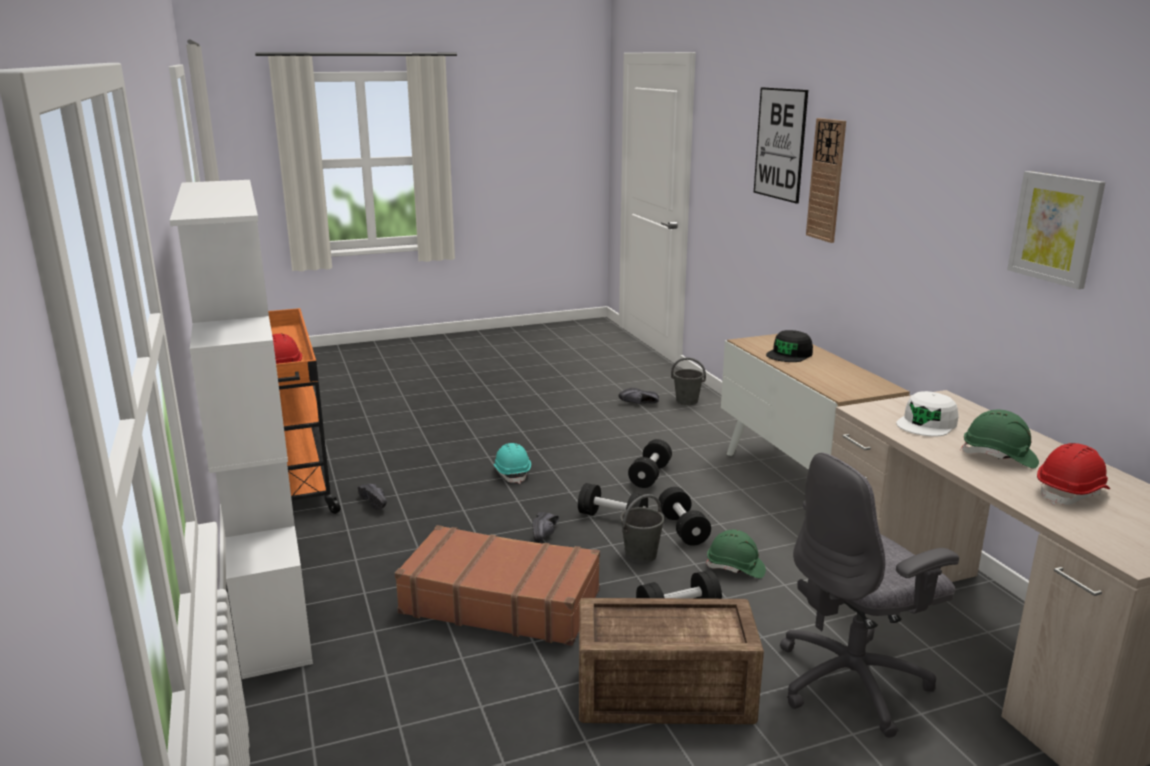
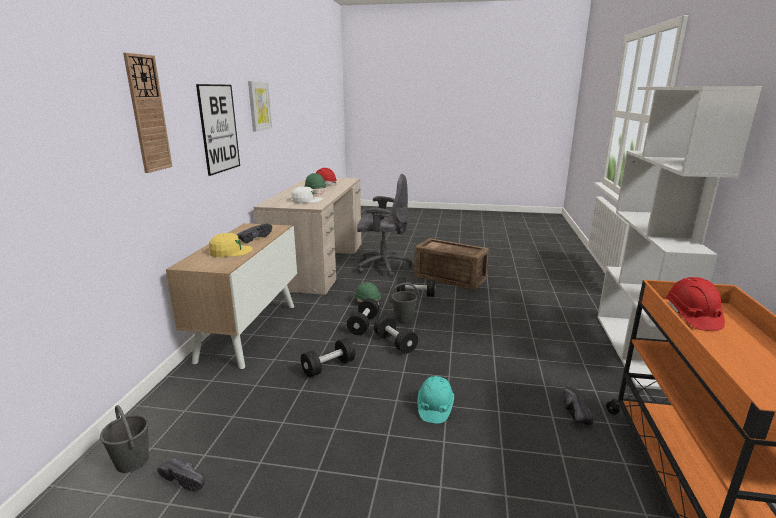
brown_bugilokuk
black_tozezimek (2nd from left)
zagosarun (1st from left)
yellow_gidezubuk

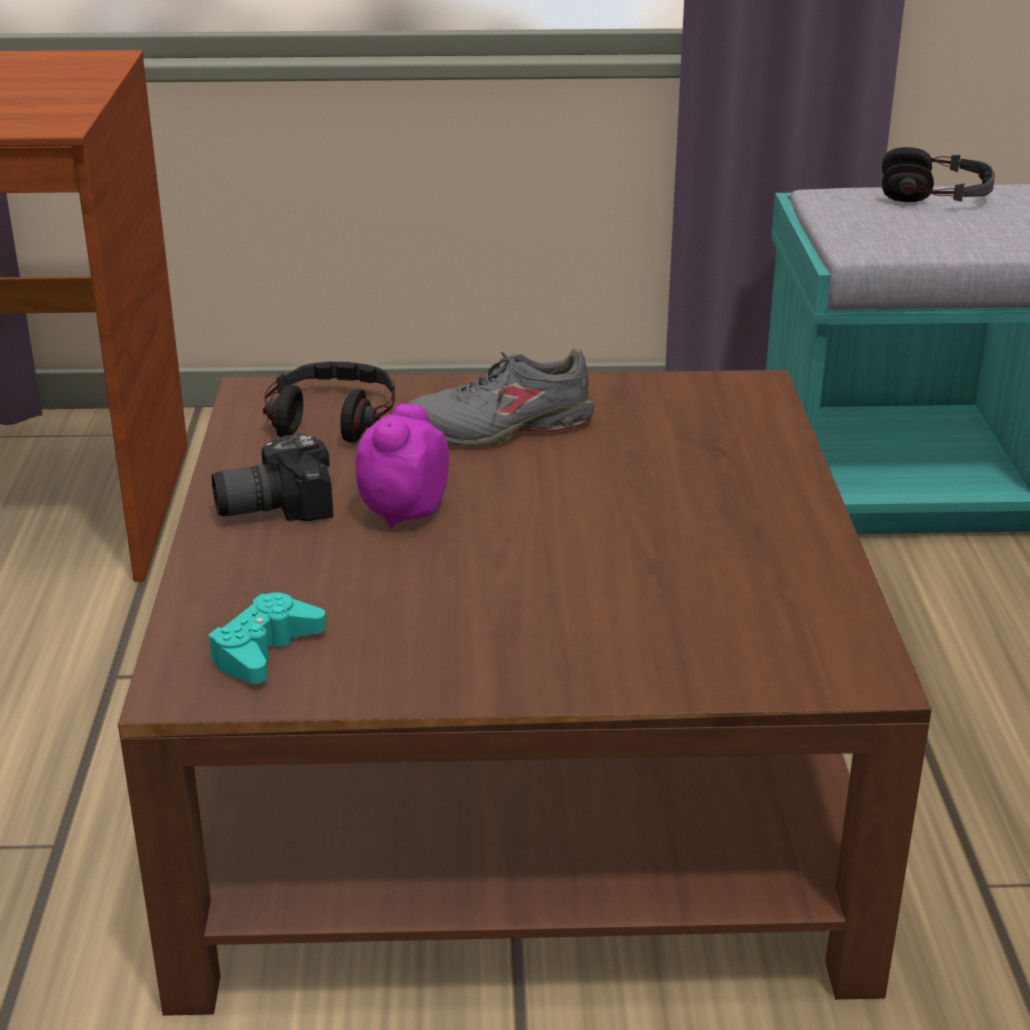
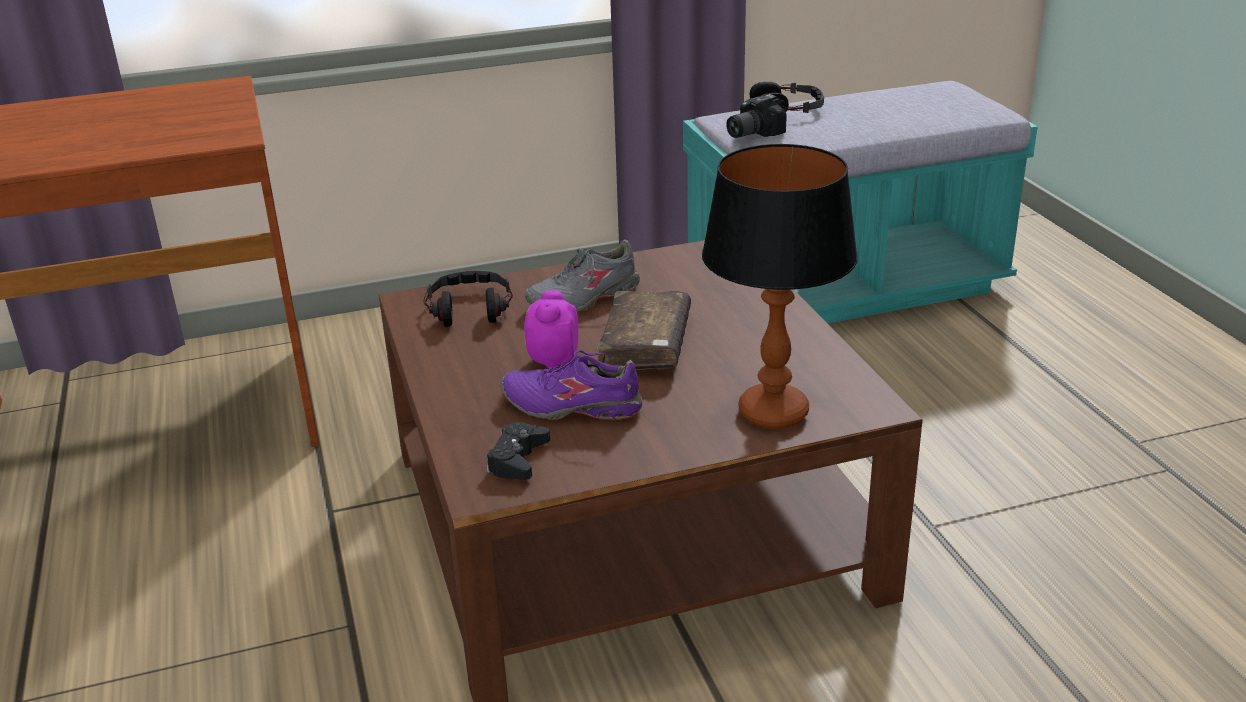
purple_tozezimek
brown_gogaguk
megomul
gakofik
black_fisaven

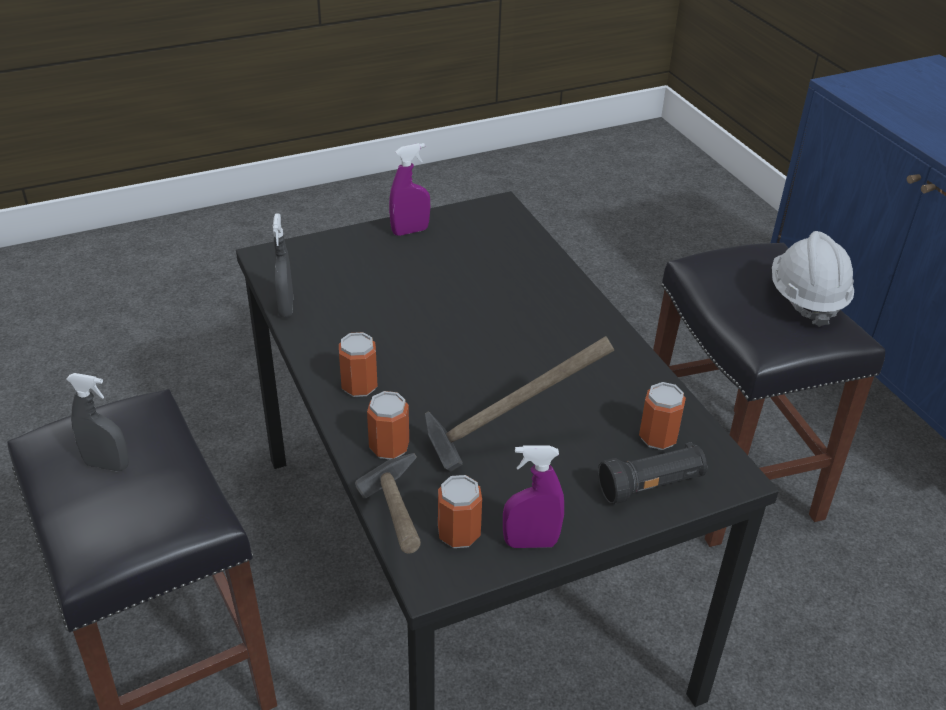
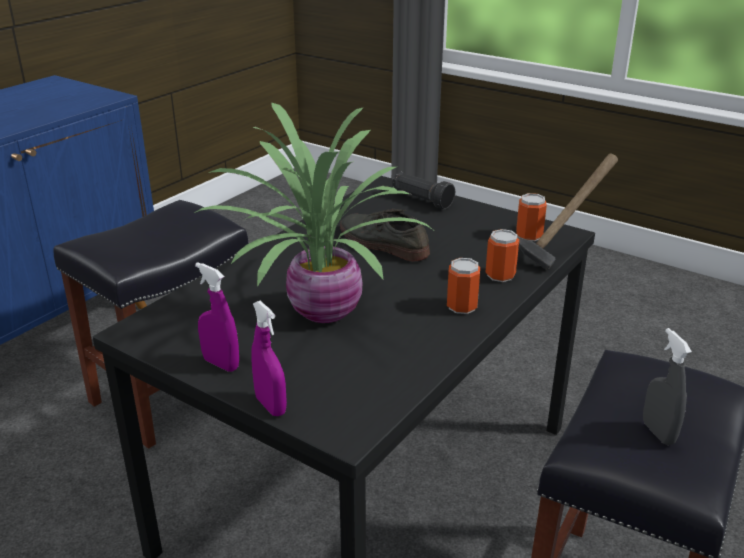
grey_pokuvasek (2nd from left in the first image)
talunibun (2nd from left in the first image)
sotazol (4th from left in the first image)
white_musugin
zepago
grey_tozezimek
purple_pokuvasek (2nd from left)

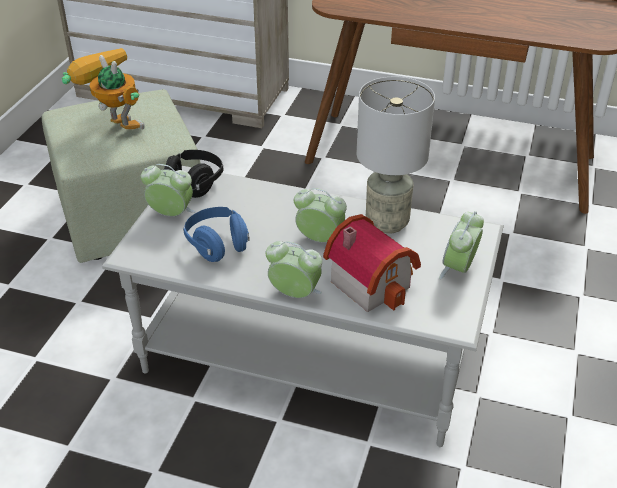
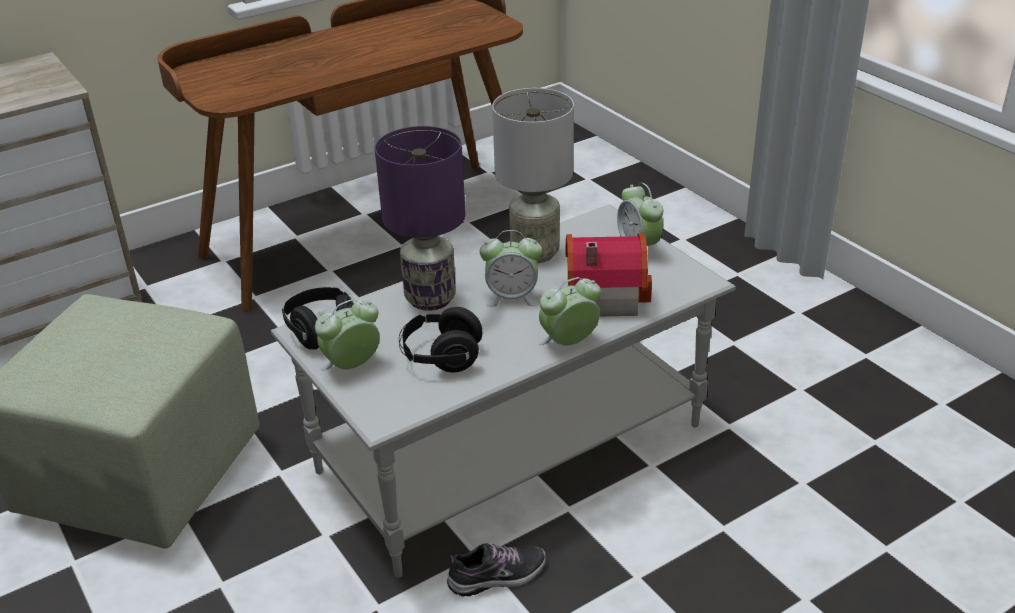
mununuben
purple_megomul
tozezimek
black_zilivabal (2nd from left)
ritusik (2nd from left)

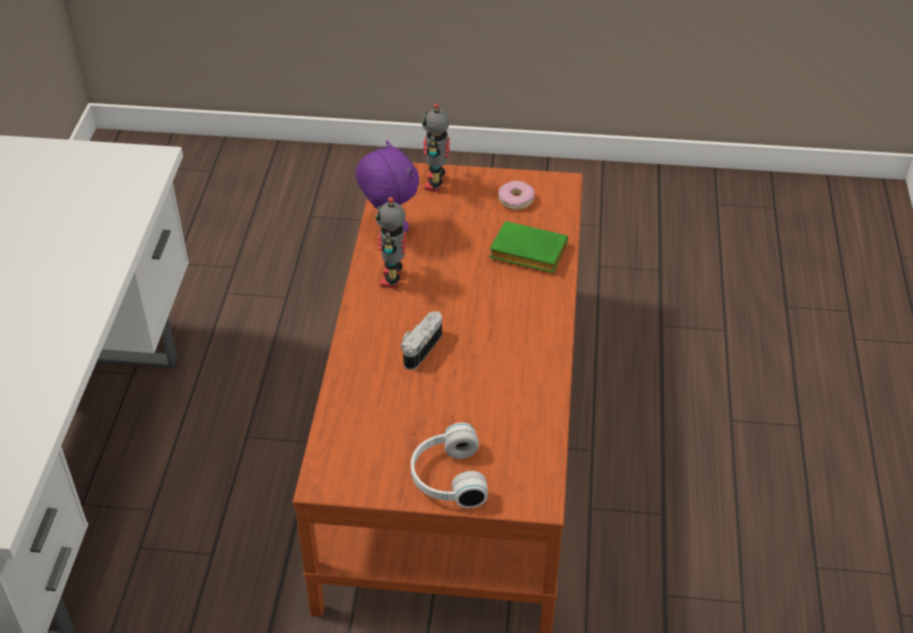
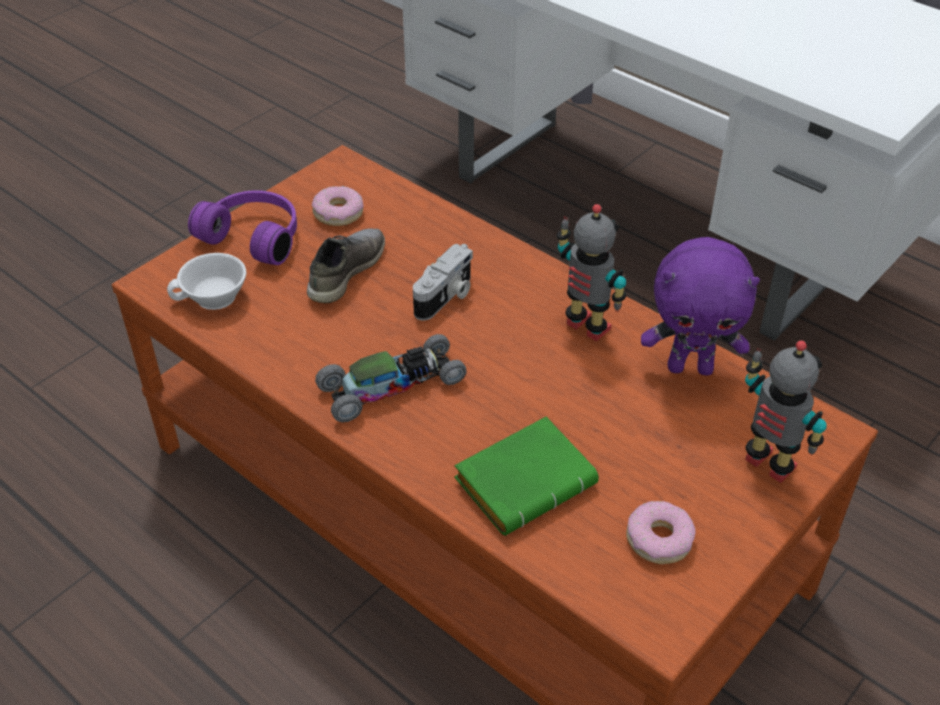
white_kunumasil
grey_tozezimek
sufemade (1st from left)
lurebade
purple_zilivabal
gakofik

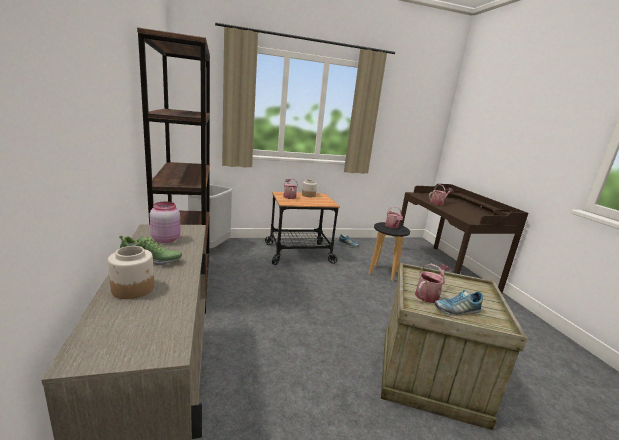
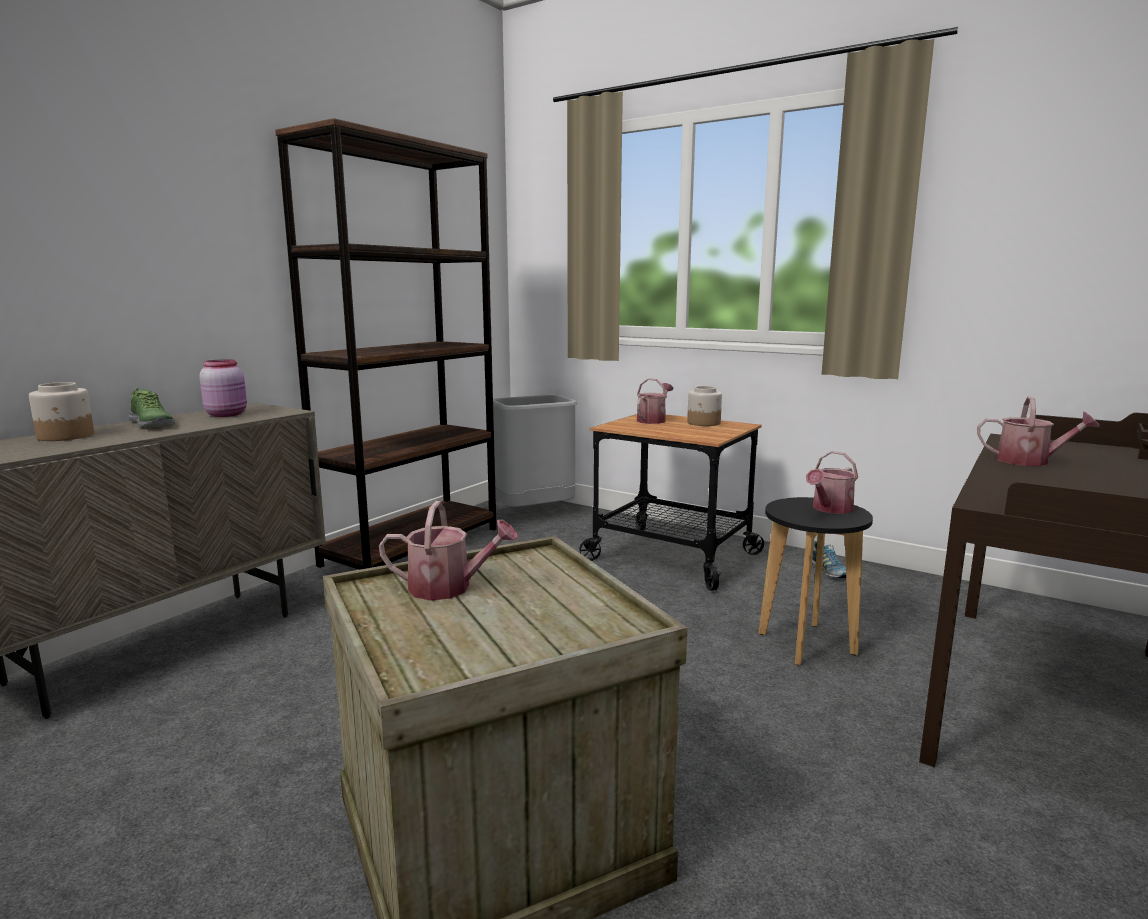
tozezimek (3rd from left in the first image)

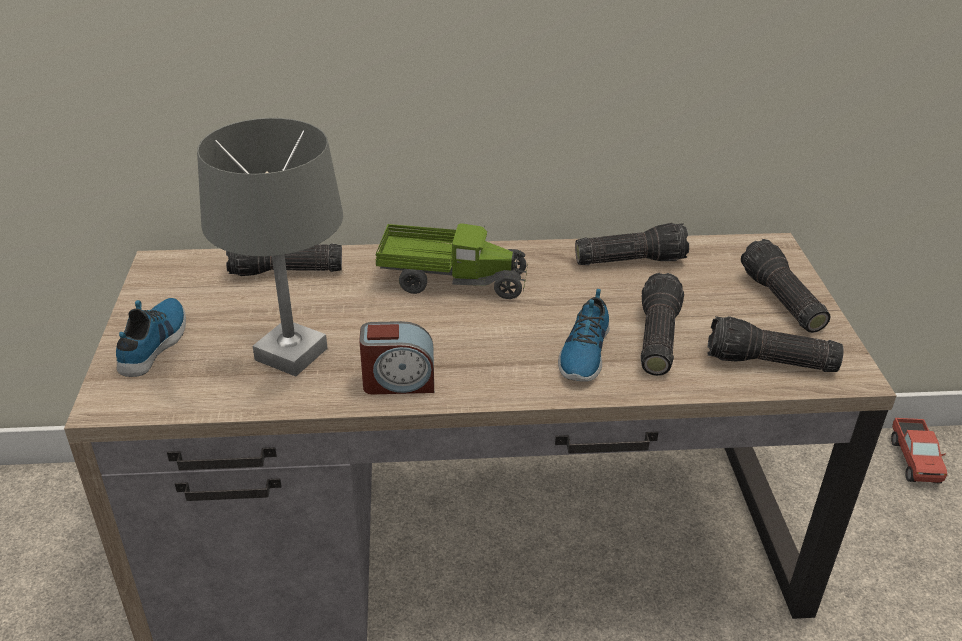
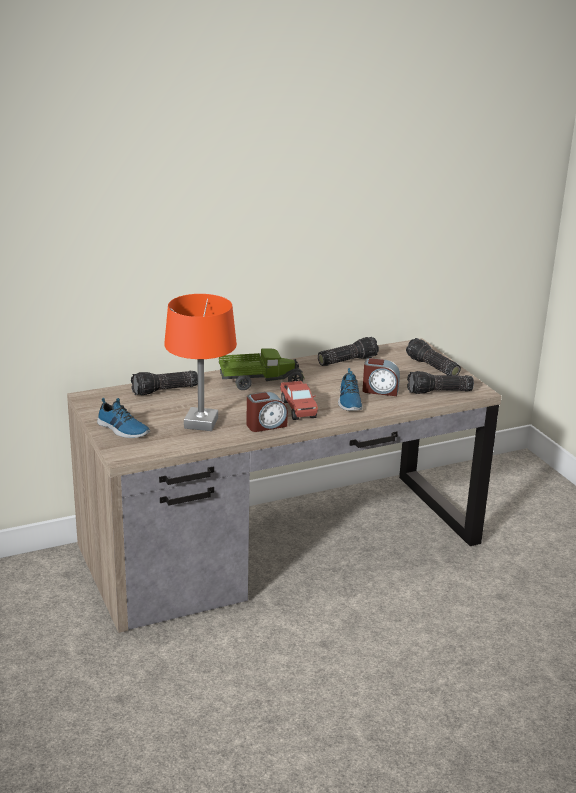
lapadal (2nd from left)
ritusik (2nd from left)
orange_megomul
tozezimek (1st from left)

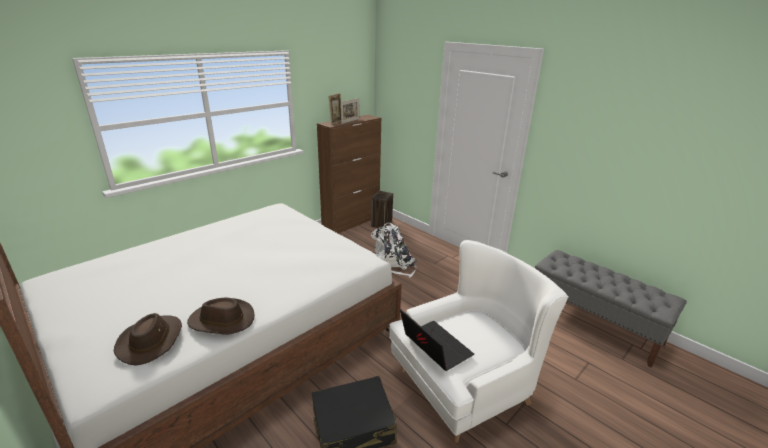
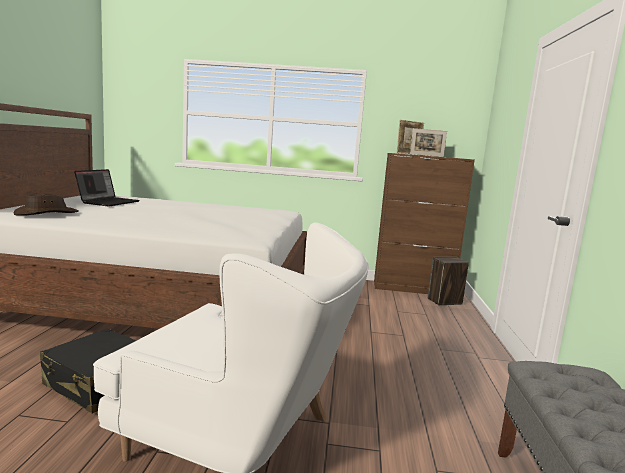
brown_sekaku (2nd from left in the first image)
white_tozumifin
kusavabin

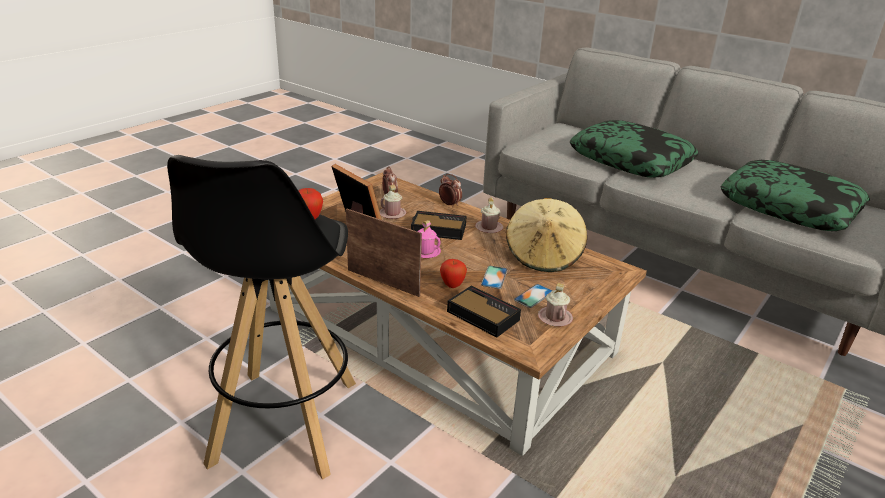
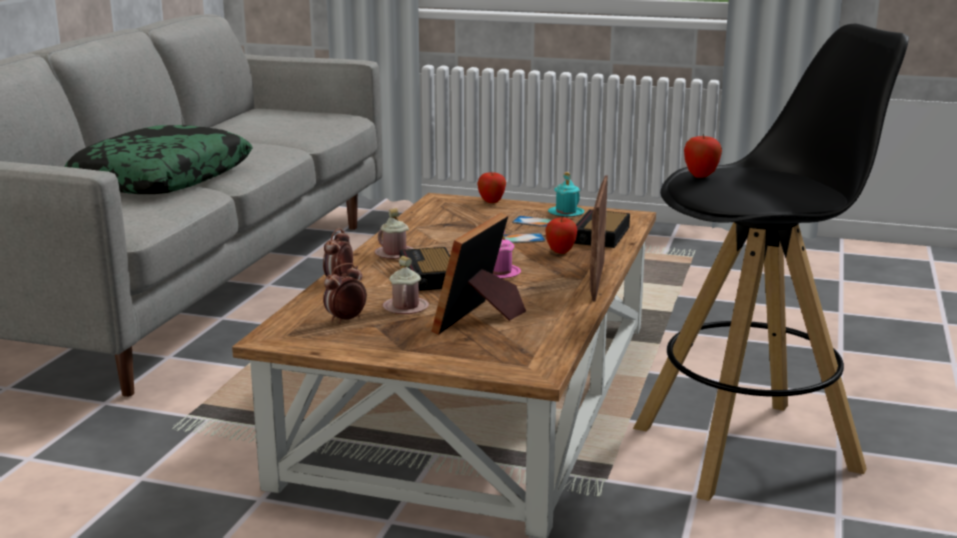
beige_sekaku
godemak (2nd from left in the first image)
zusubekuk (1st from left)
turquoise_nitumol

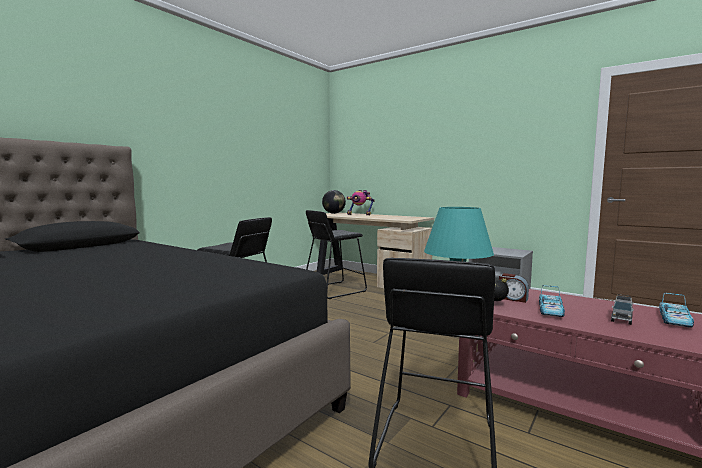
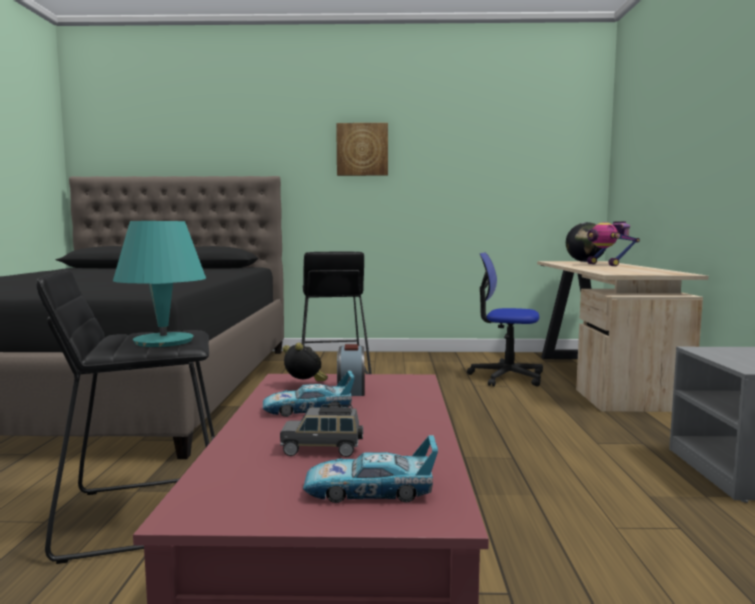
zagosarun
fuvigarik

